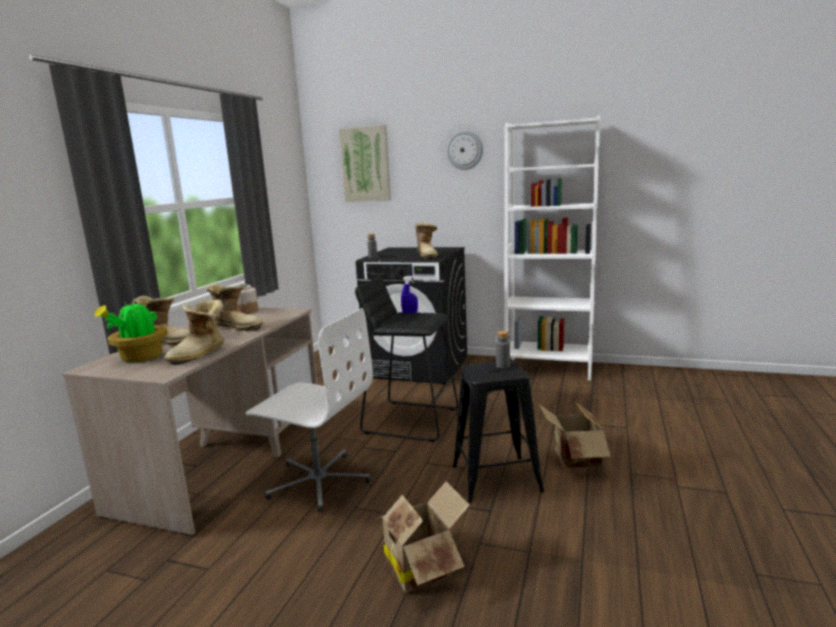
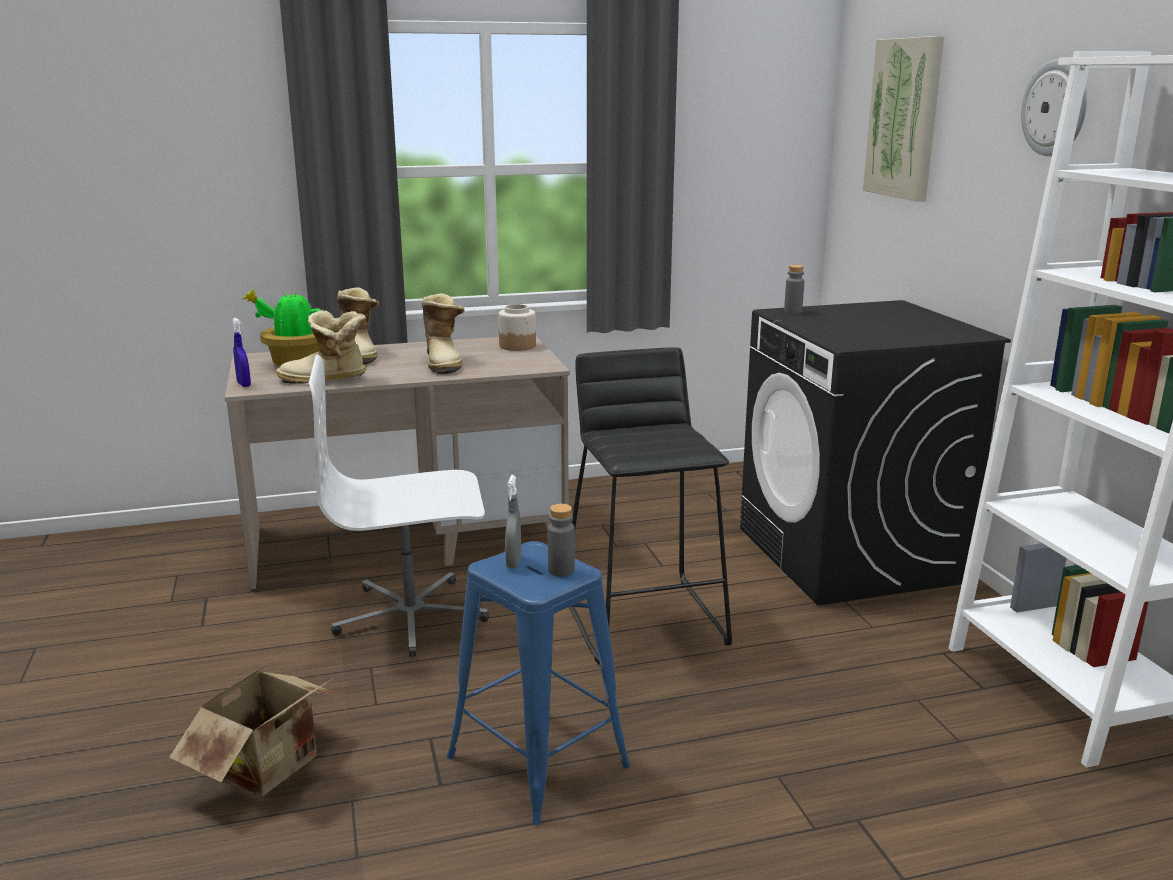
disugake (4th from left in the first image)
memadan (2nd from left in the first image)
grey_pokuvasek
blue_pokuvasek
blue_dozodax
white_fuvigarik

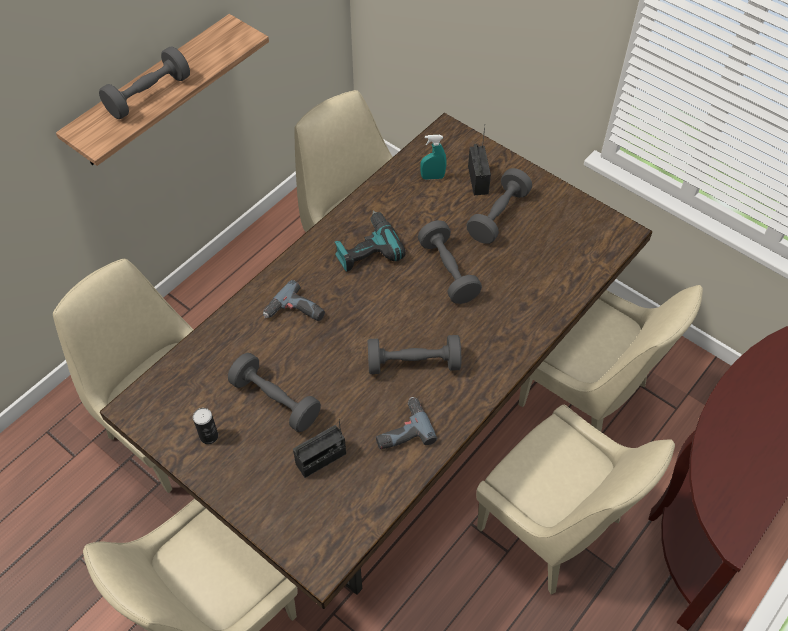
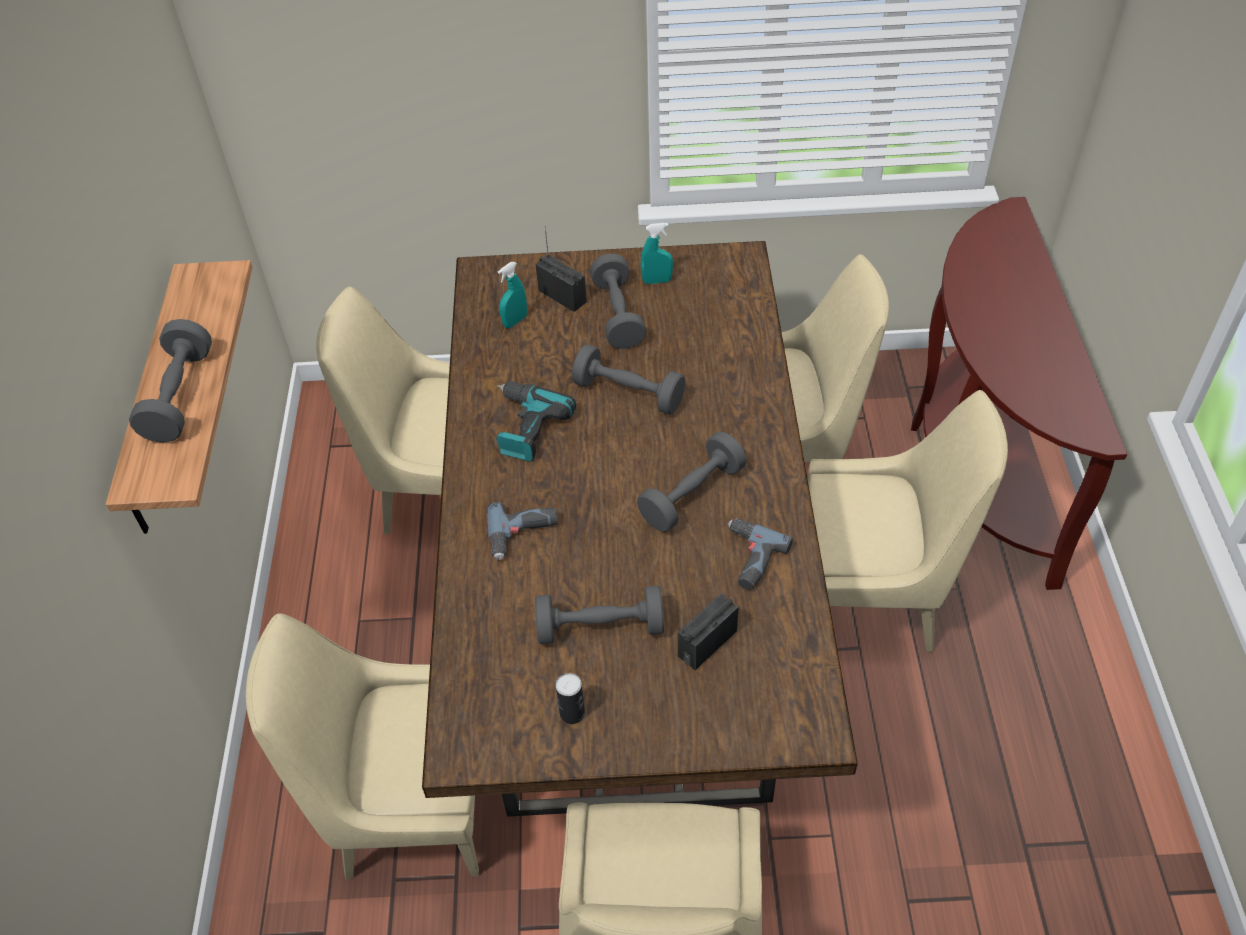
turquoise_pokuvasek (2nd from left)
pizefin (2nd from left)

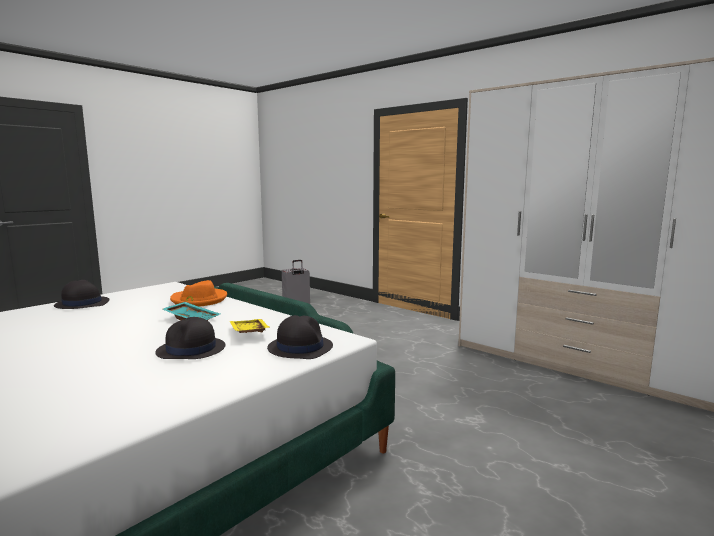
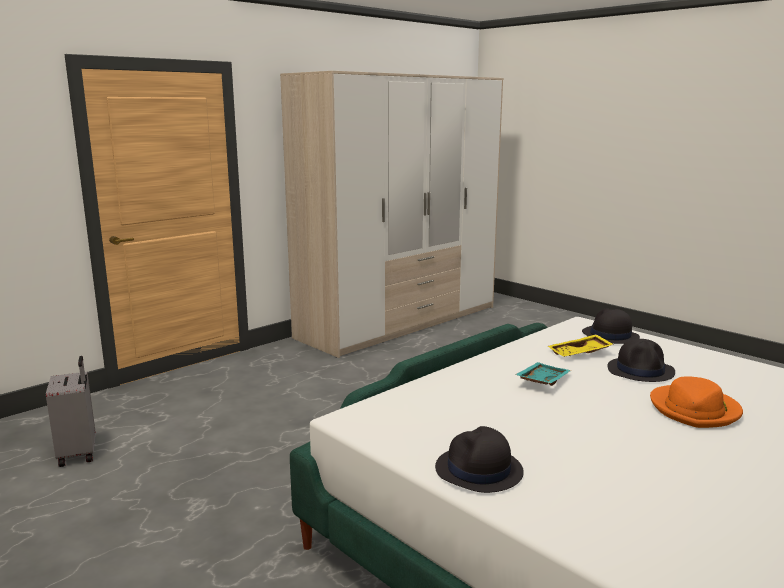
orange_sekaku

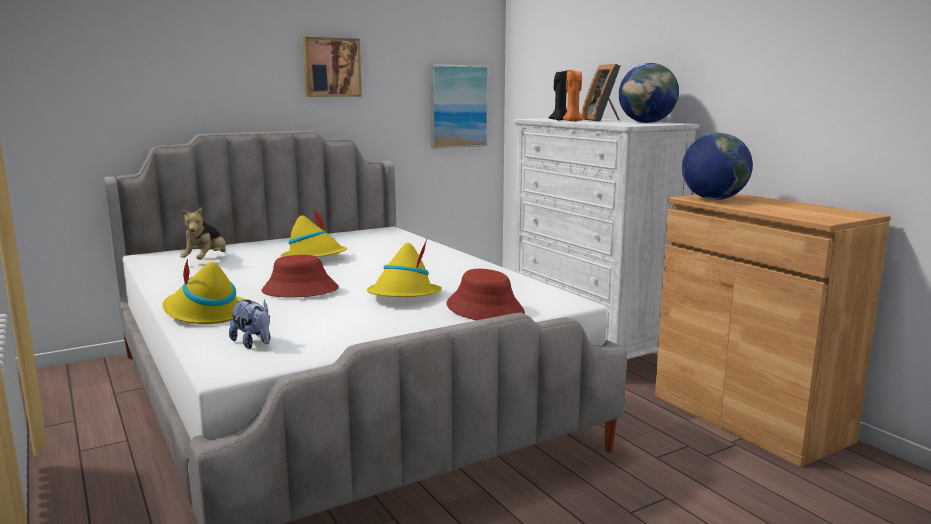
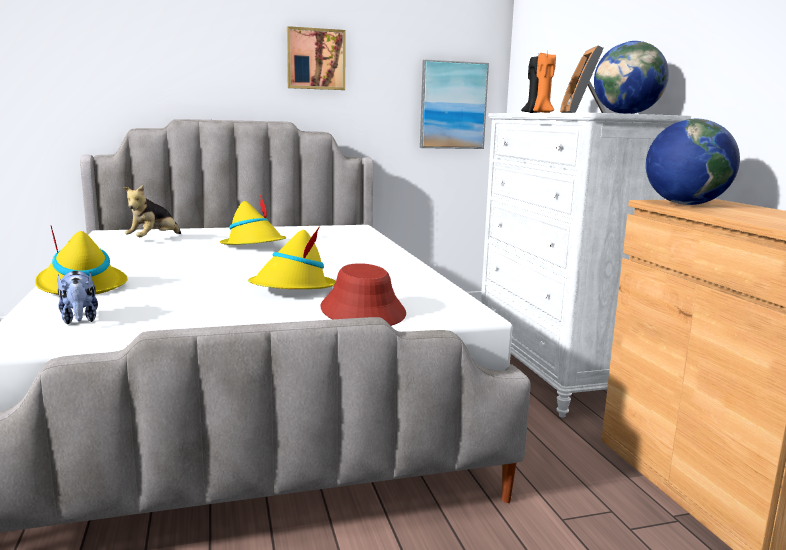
red_sekaku (1st from left in the first image)

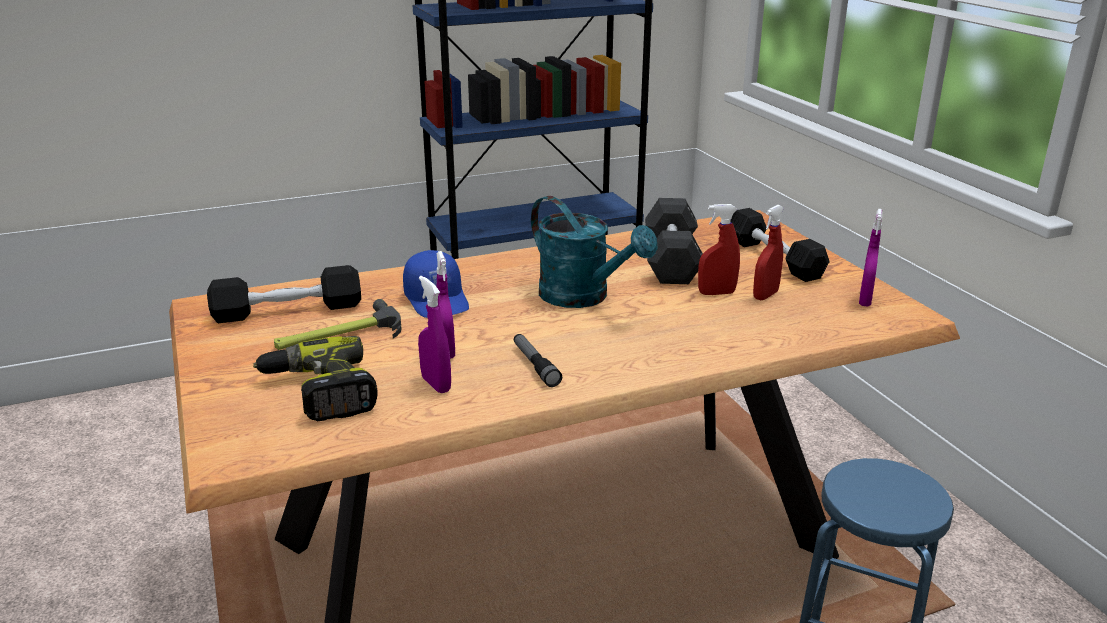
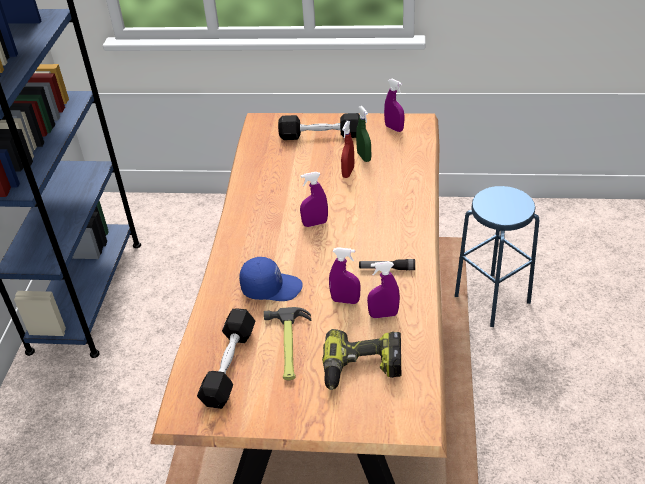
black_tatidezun (2nd from left in the first image)
purple_pokuvasek (1st from left)
green_pokuvasek

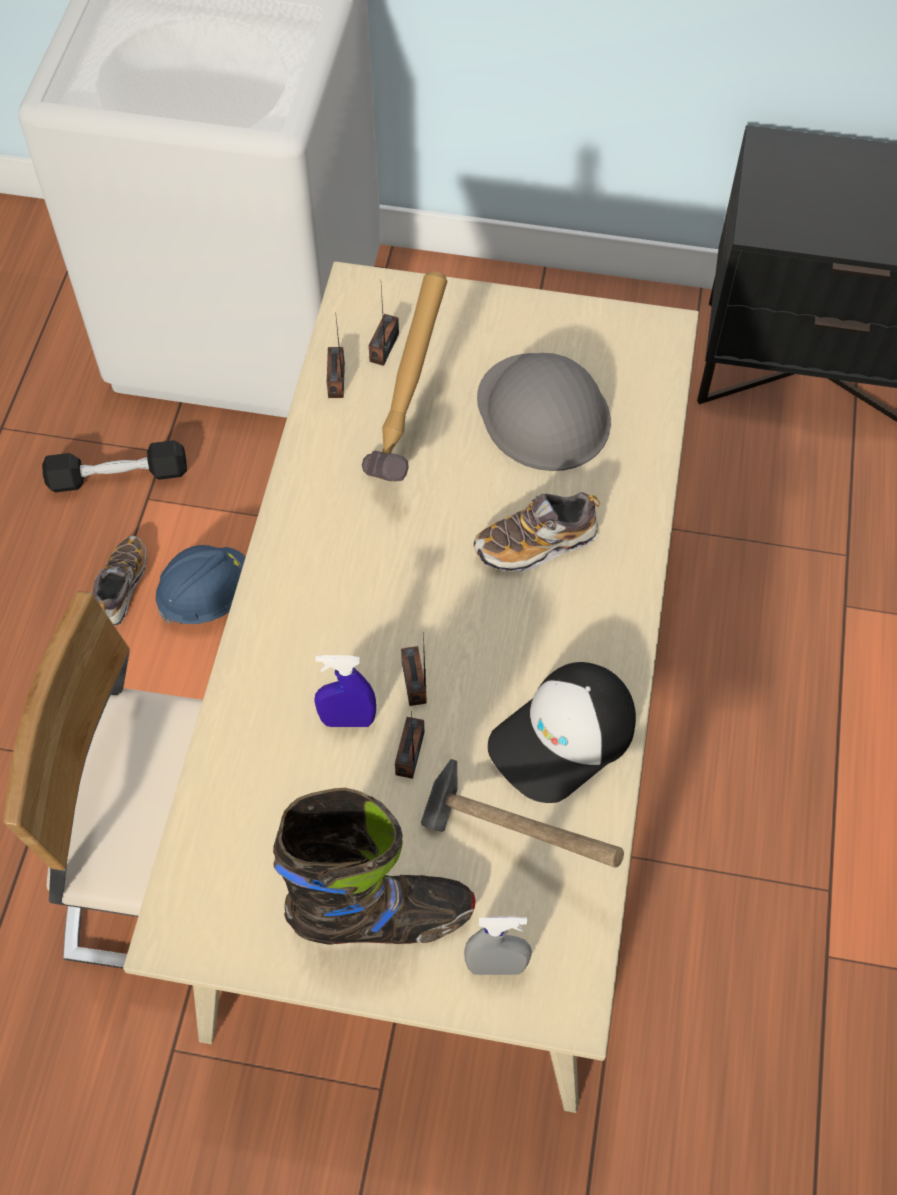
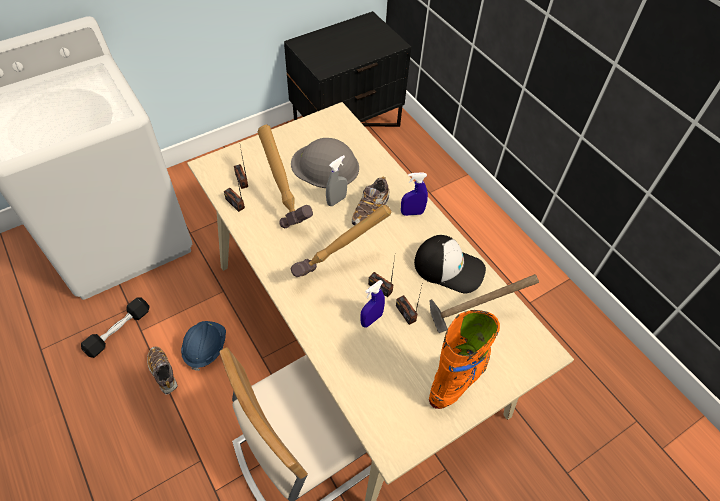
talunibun (2nd from left)
blue_pokuvasek (2nd from left)
grey_pokuvasek
orange_disugake
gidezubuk

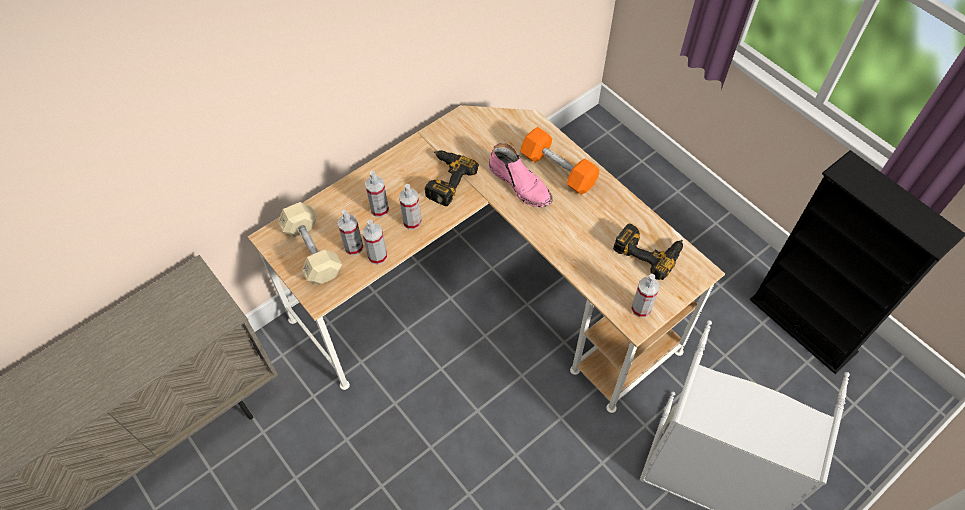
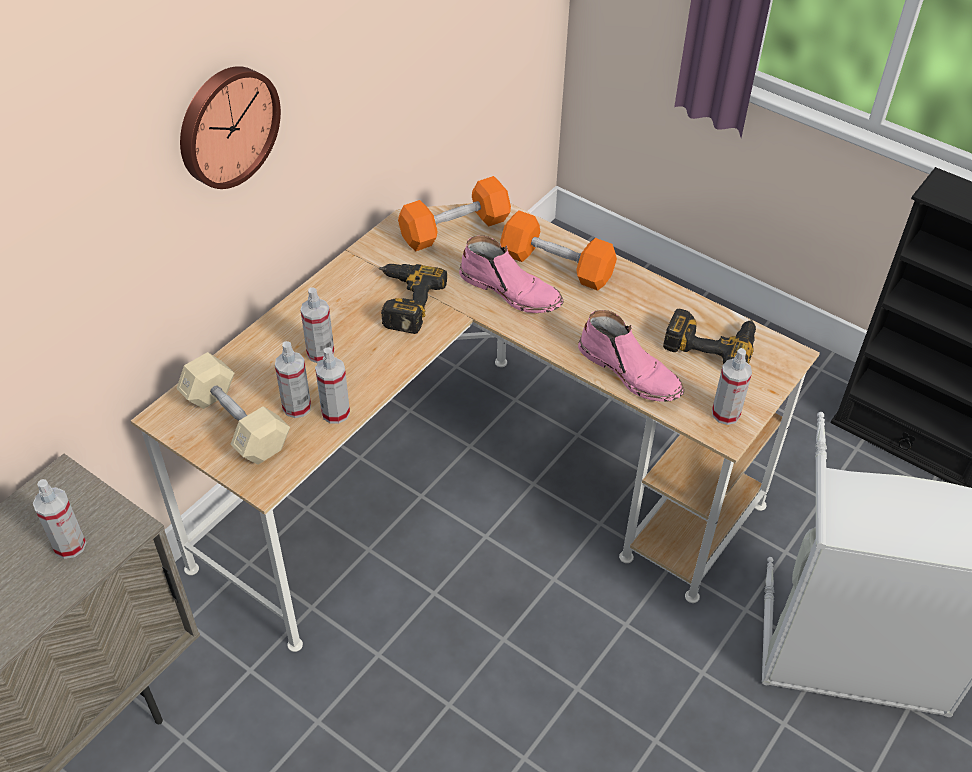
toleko
orange_tatidezun (1st from left)
pink_disugake (2nd from left)
pokuvasek (1st from left)

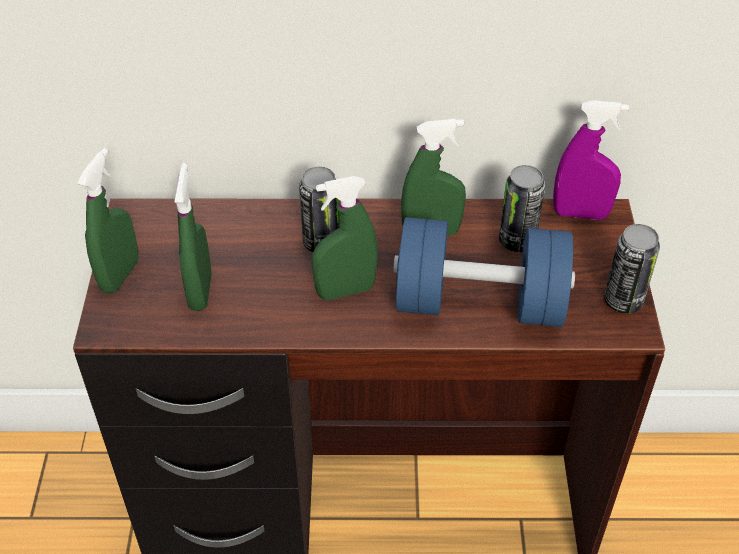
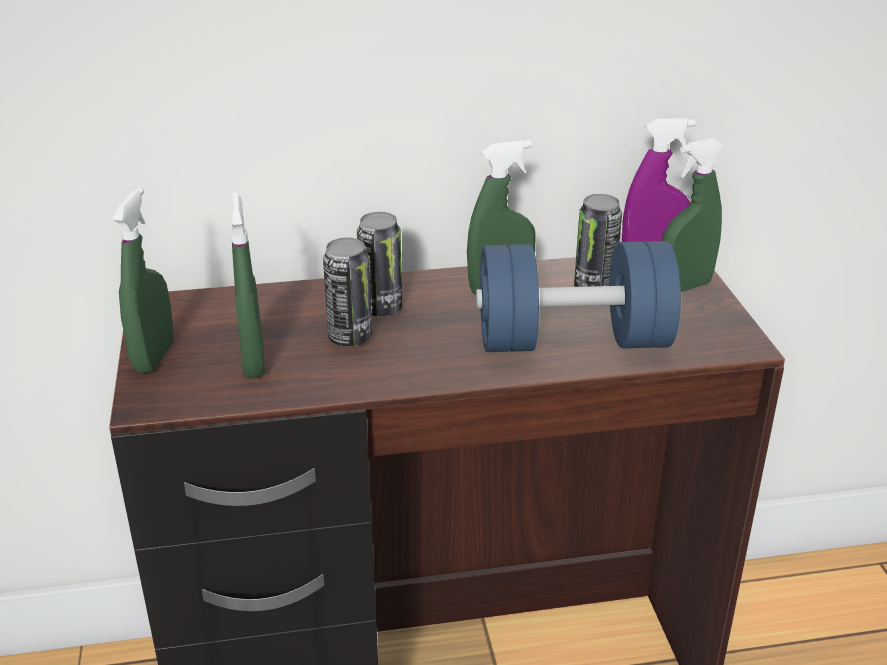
green_pokuvasek (4th from left)
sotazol (1st from left)

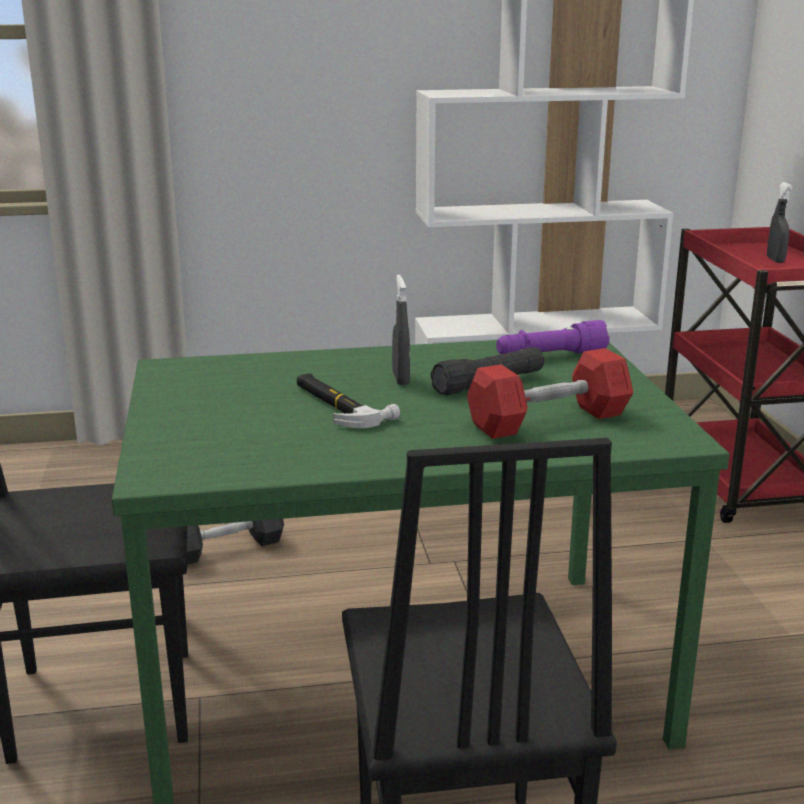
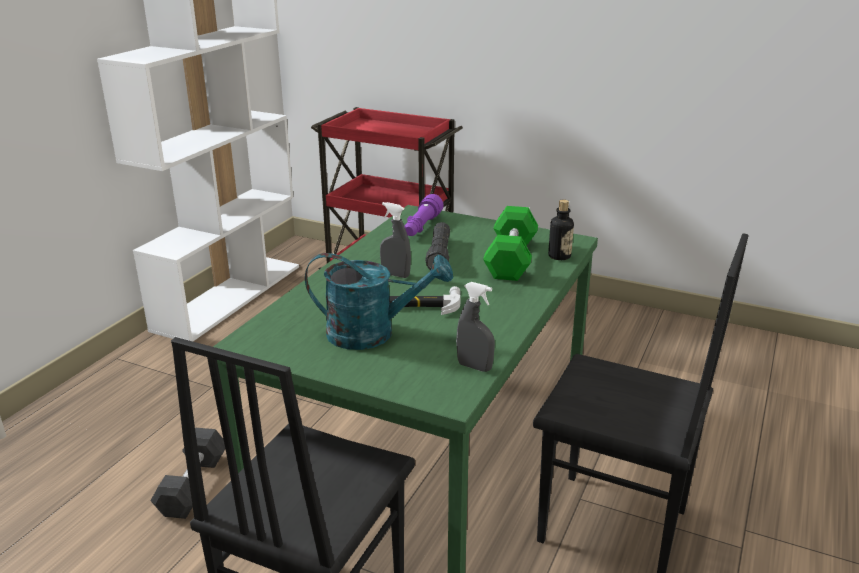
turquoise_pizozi
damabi
grey_pokuvasek (2nd from left)
green_tatidezun

